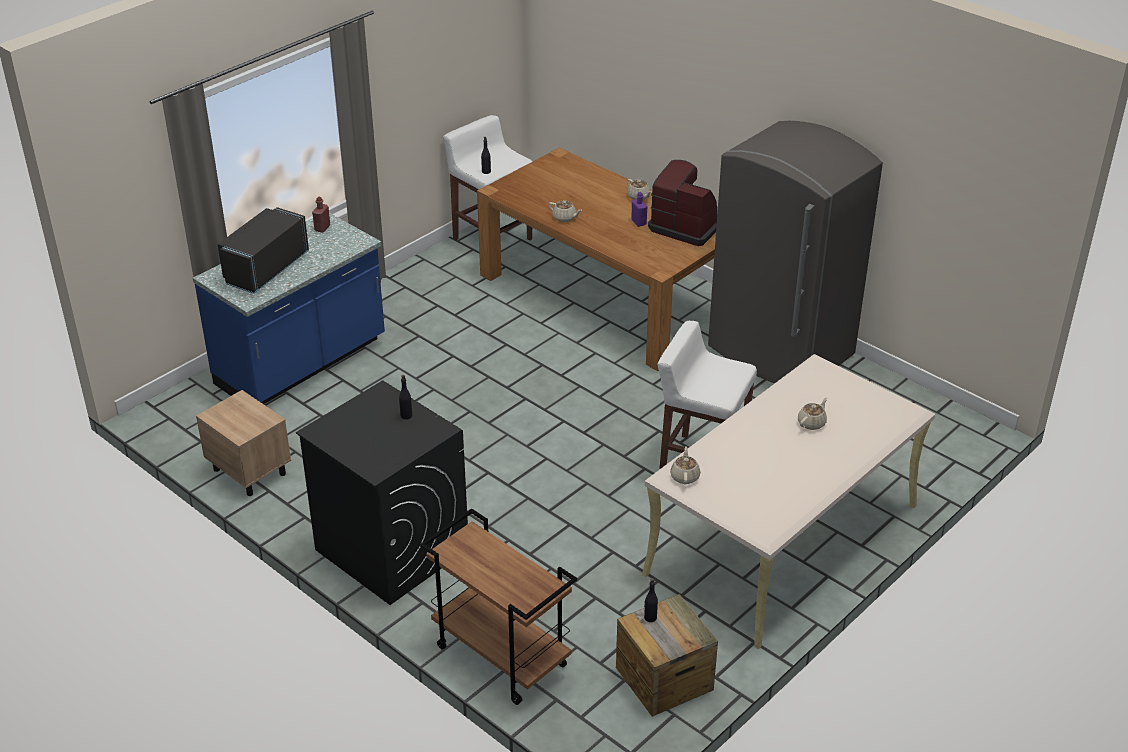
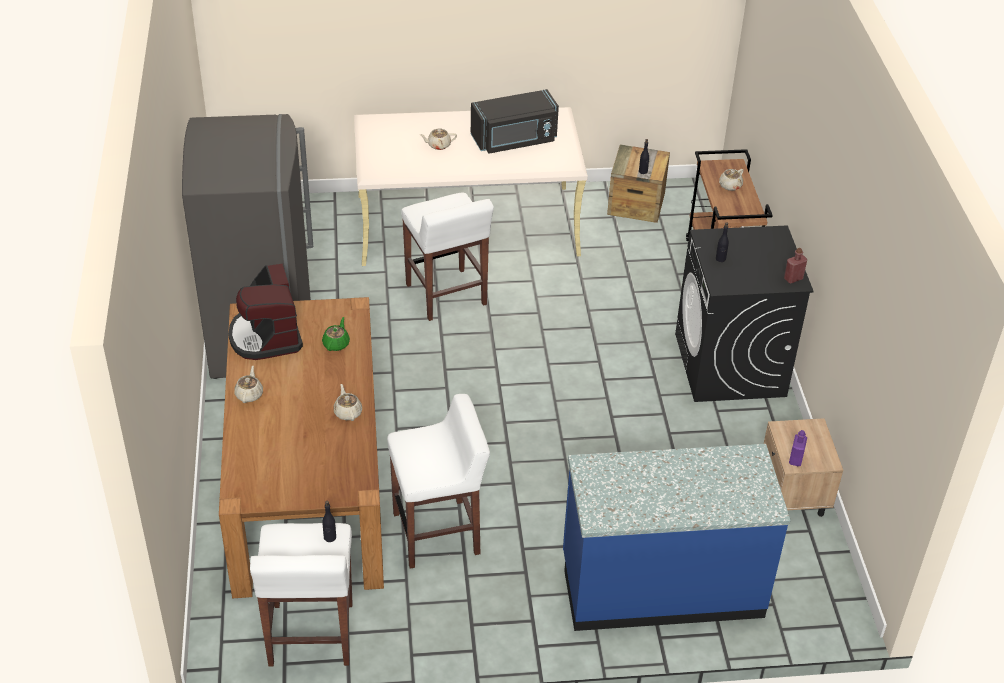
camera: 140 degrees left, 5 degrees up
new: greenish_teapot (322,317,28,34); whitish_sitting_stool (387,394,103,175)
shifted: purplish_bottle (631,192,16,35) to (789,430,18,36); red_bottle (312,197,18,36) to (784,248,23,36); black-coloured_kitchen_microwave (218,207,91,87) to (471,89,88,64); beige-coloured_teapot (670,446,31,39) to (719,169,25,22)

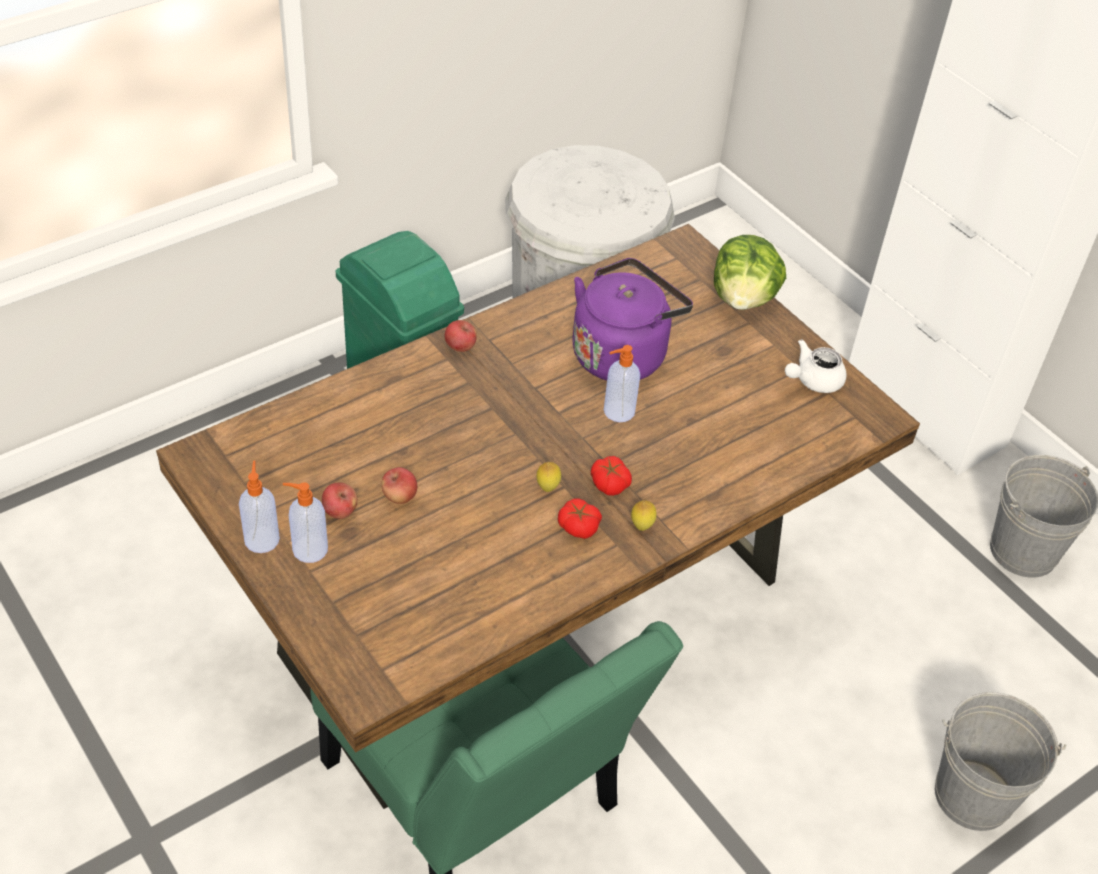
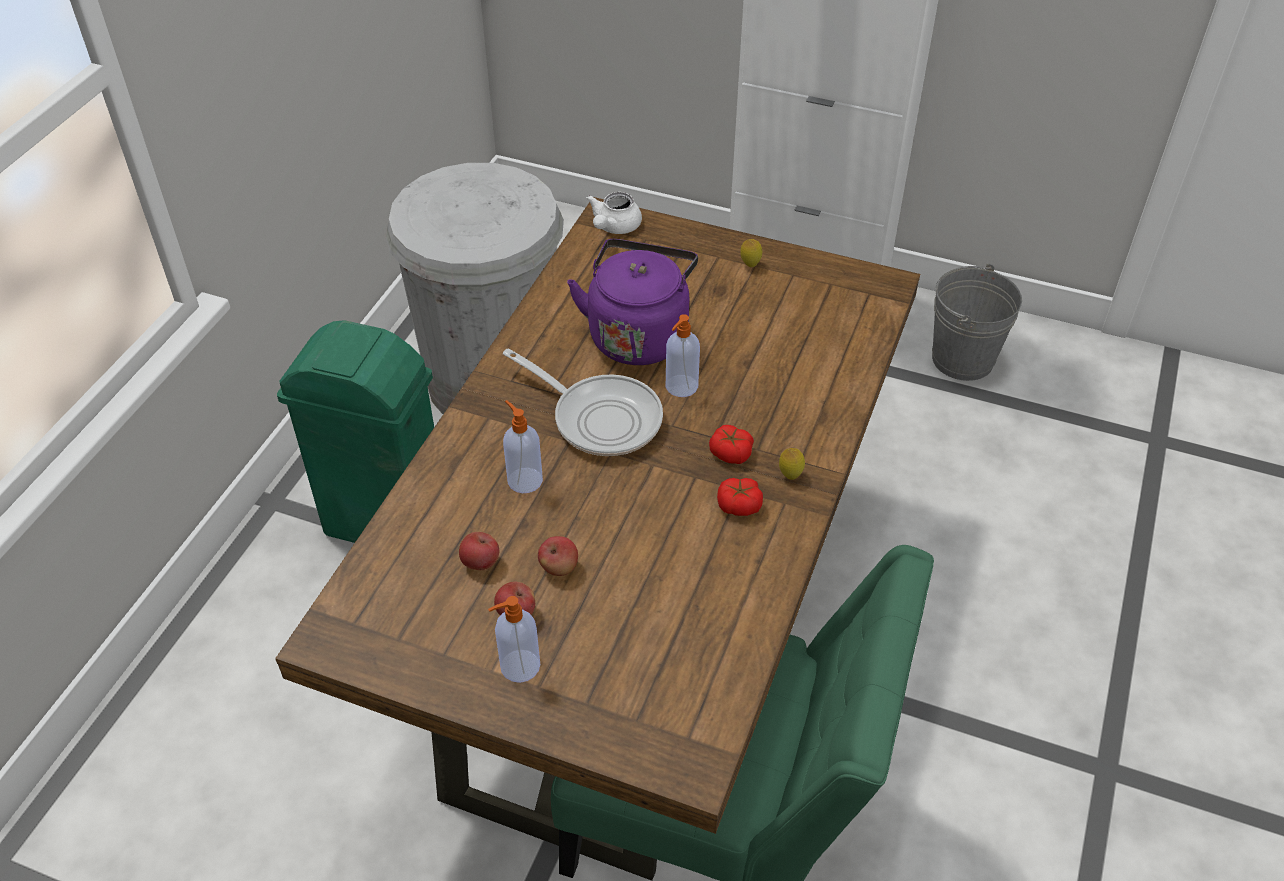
camera: 30 degrees left, 0 degrees up
gone: head_of_lettuce (714,235,72,75); gray_pail (935,692,131,139)
new: skillet (503,348,160,108)
shifted: apple (445,320,32,32) to (459,532,40,38); whitish_teapot (785,339,62,54) to (586,192,56,42); soap_dispenser (239,461,41,92) to (503,400,40,93); lemon (536,462,25,30) to (740,239,22,28)

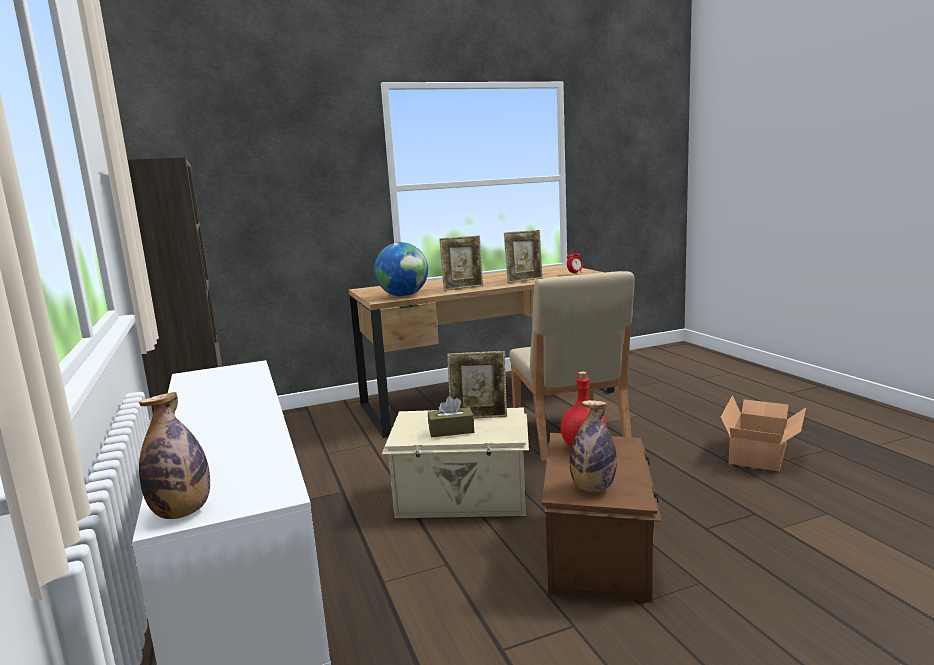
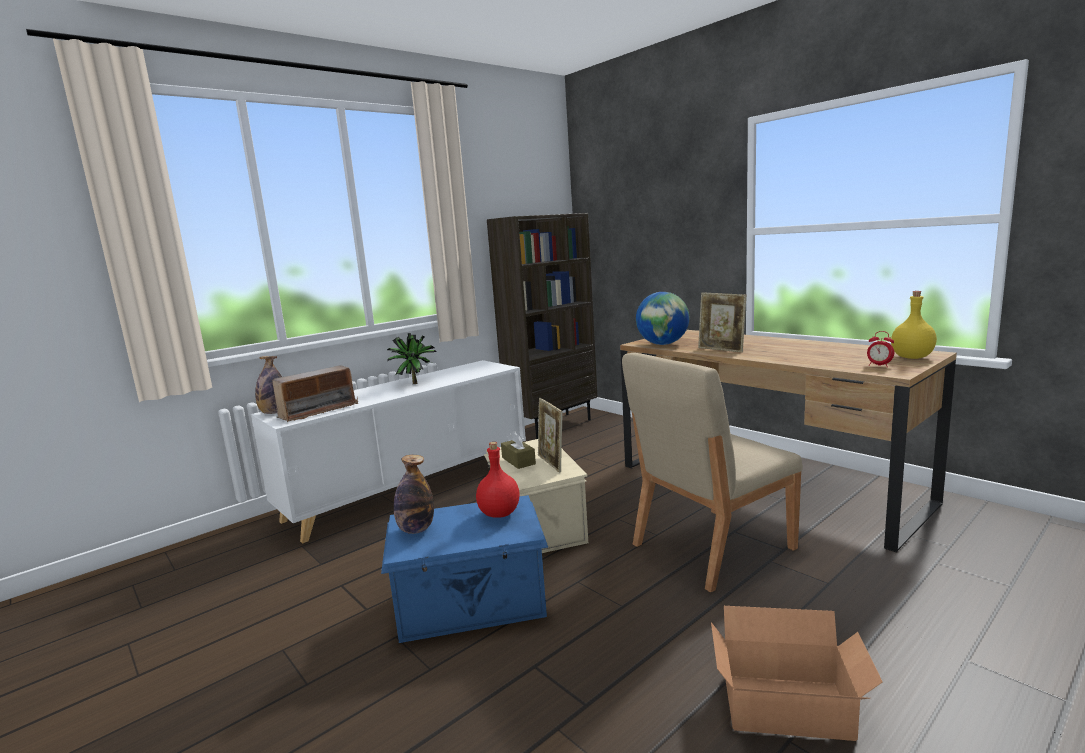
camera: 70 degrees right, 0 degrees up
gone: standing_frame (504,230,39,53)
new: yellowish_bottle (891,291,46,68); houseplant (387,333,49,51); radio (273,365,85,57)
repainted: brown_storage_box (542,433,120,168) to blue_storage_box (381,495,167,148)

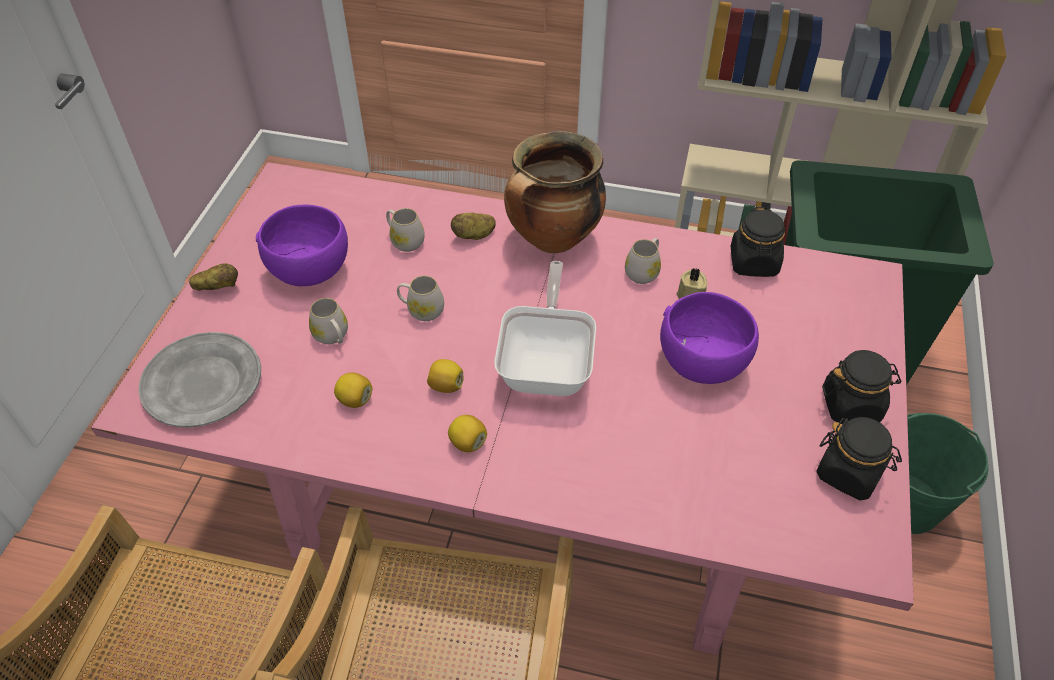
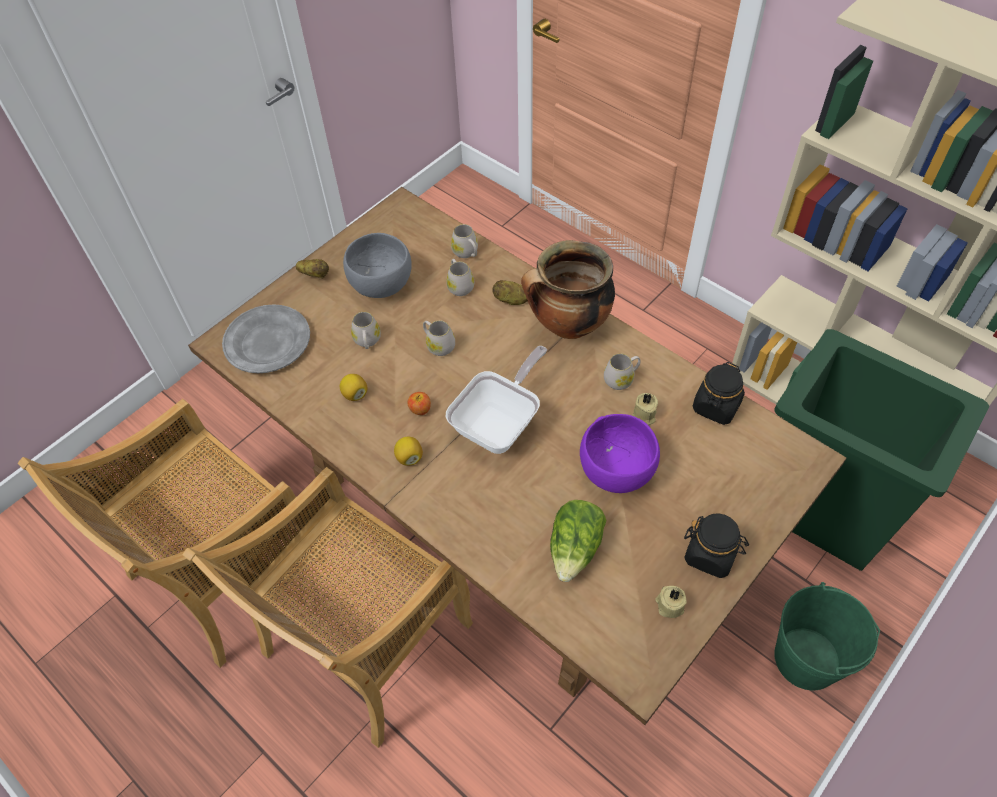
camera: 30 degrees right, 5 degrees up
new: whitish_mug (451,224,27,34); head_of_lettuce (550,500,57,82)
swapped: lemon (427,359,36,34) to apple (408,392,23,23); black-coloured_preserve_jar (817,417,85,83) to beige-coloured_candle (655,586,32,32)
repainted: pink_dinner_table (91,162,823,493) to brown_dinner_table (188,187,658,538); purplish_serving_bowl (256,205,92,81) to gray_serving_bowl (343,233,69,65)

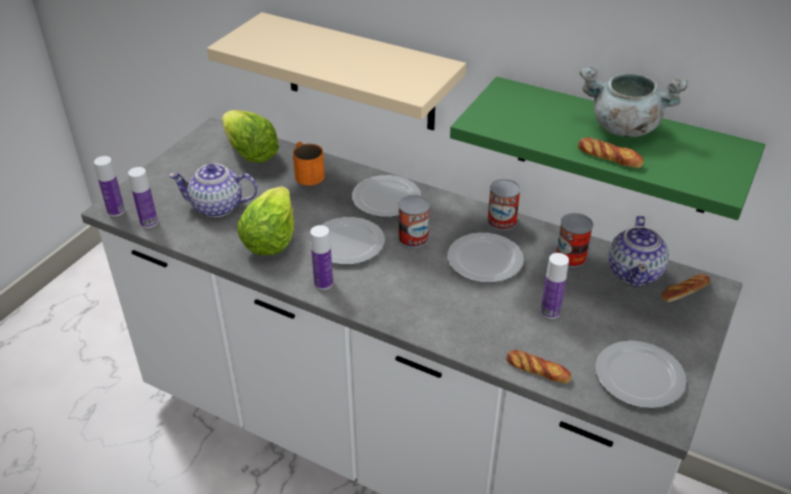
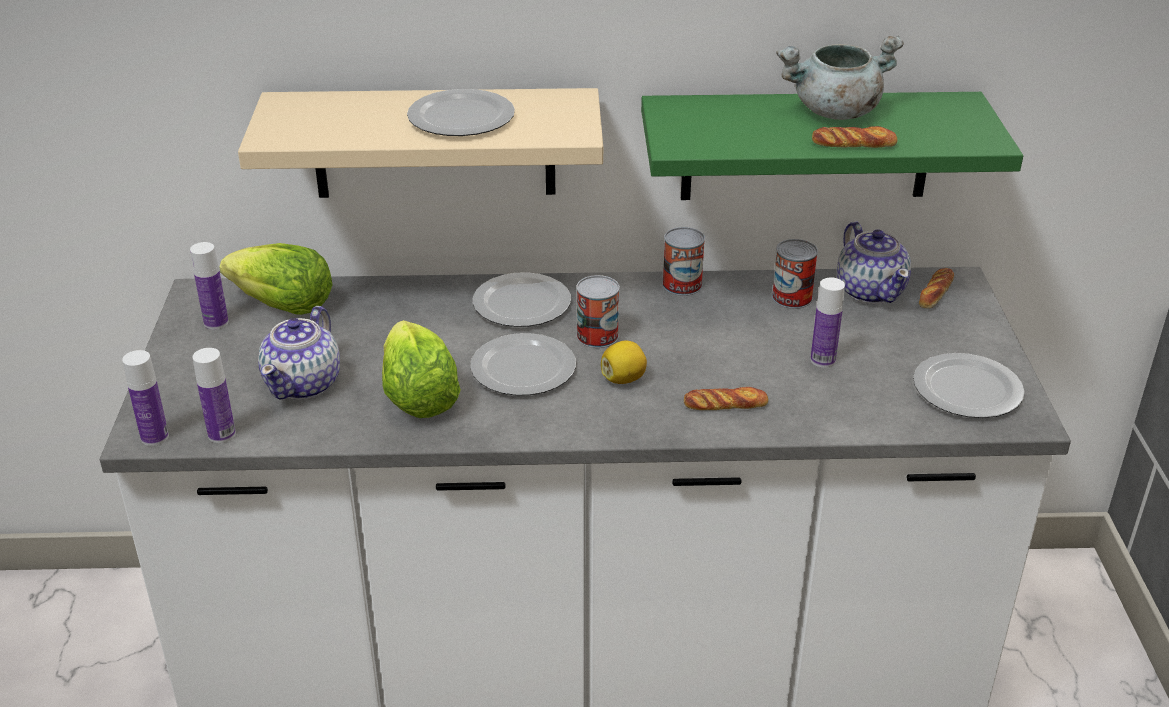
camera: 30 degrees left, 5 degrees down
gone: orangey_mug (293,142,32,44)
new: lemon (601,340,46,44)
shifted: bottle (310,225,23,65) to (190,242,39,88); plate (447,233,77,50) to (407,89,108,47); bread (506,350,65,34) to (684,387,84,23)
rotated: teapot (169,164,89,53) = (258,306,82,94) 45 degrees counterclockwise

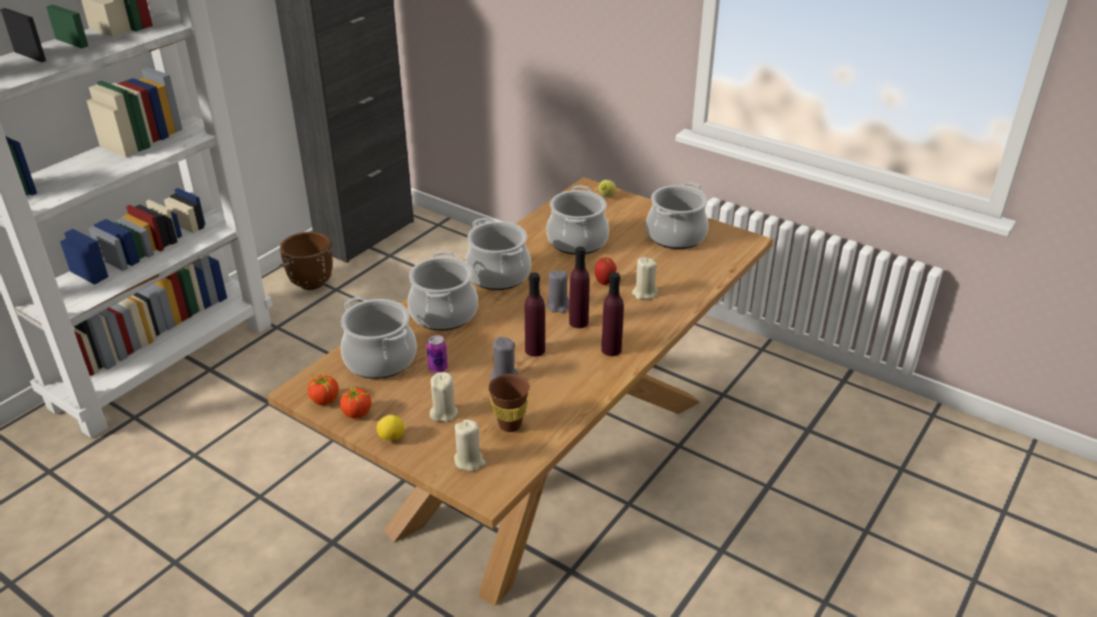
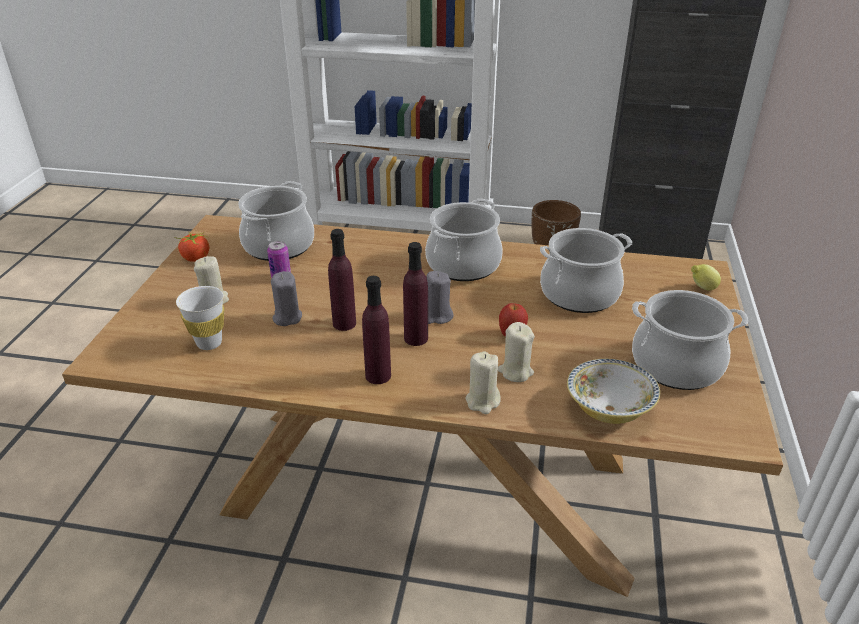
camera: 65 degrees right, 0 degrees up
gone: cooking_pot (408,251,70,80); tomato (308,369,31,36); lemon (377,415,27,26)
new: serving_bowl (567,359,93,65)
shifted: beige-coloured_candle (454,419,32,53) to (465,351,36,63)
repainted: brown_cup (488,374,42,58) to whitish_cup (176,286,48,64)

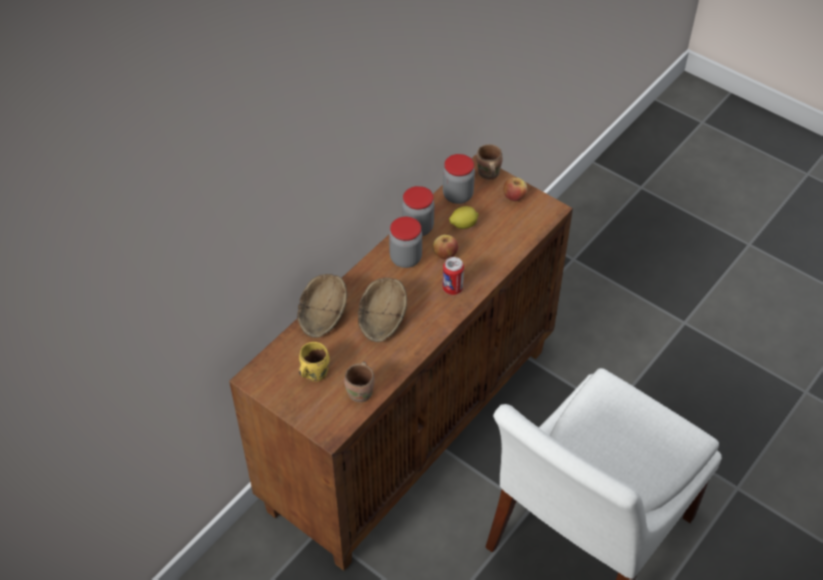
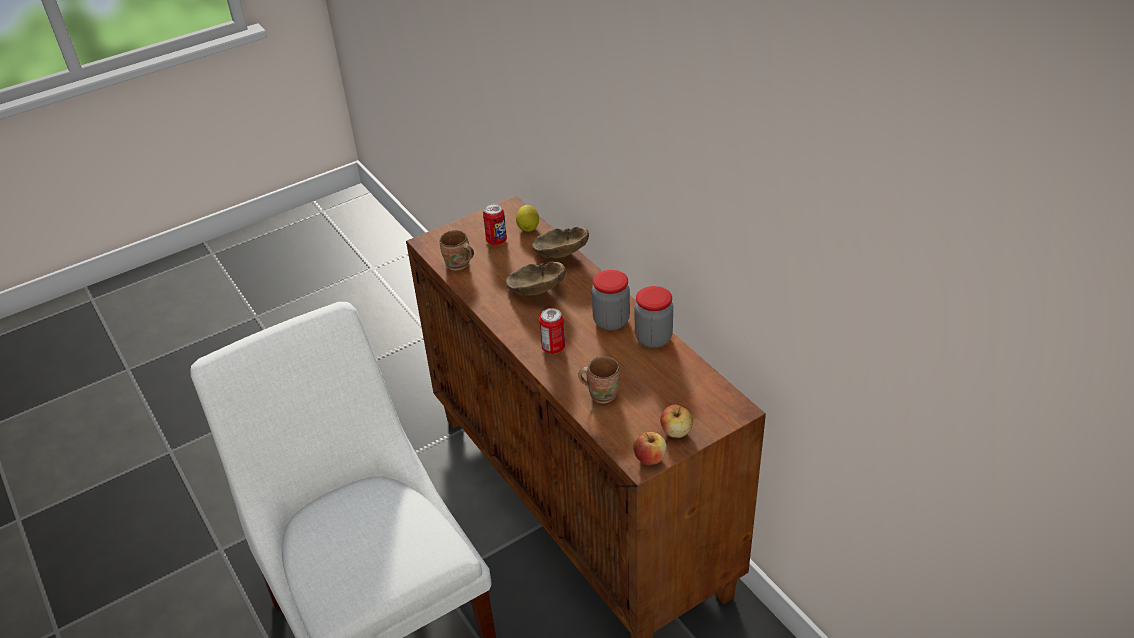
camera: 110 degrees right, 10 degrees down
gone: preserve_jar (443,154,32,50)
shifted: brown_mug (476,144,27,36) to (578,356,42,48); lemon (449,206,30,23) to (516,205,23,27); apple (433,235,25,25) to (633,432,34,33)
swapped: yellowish_mug (299,342,31,40) to can (483,204,24,41)

